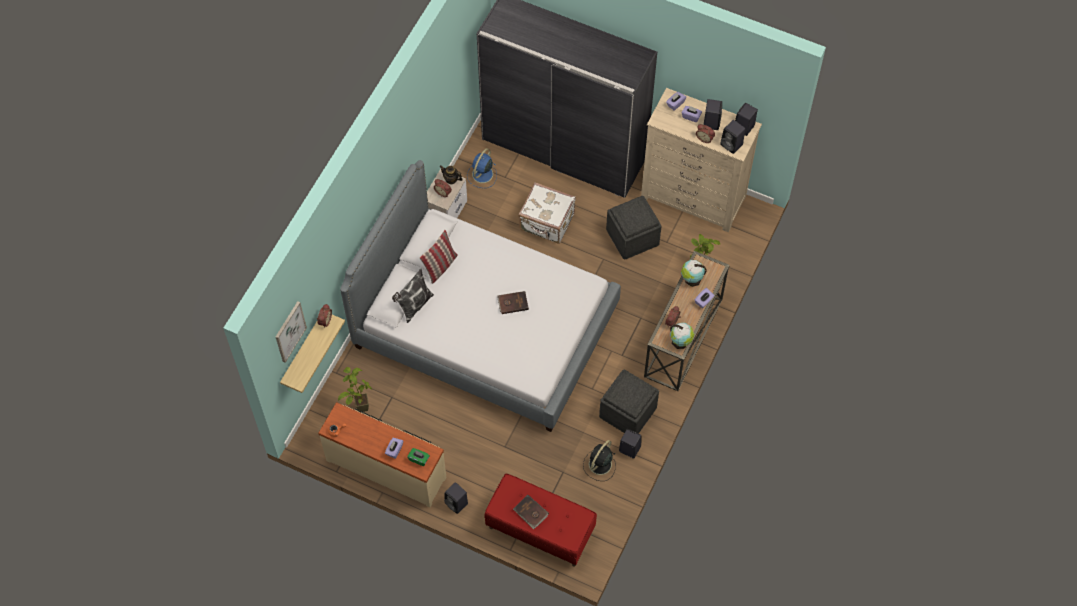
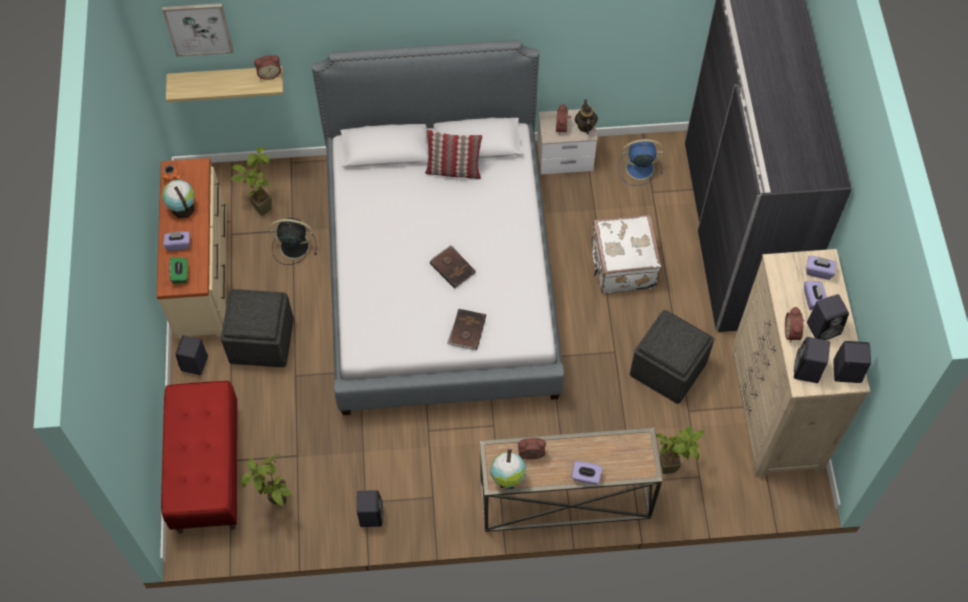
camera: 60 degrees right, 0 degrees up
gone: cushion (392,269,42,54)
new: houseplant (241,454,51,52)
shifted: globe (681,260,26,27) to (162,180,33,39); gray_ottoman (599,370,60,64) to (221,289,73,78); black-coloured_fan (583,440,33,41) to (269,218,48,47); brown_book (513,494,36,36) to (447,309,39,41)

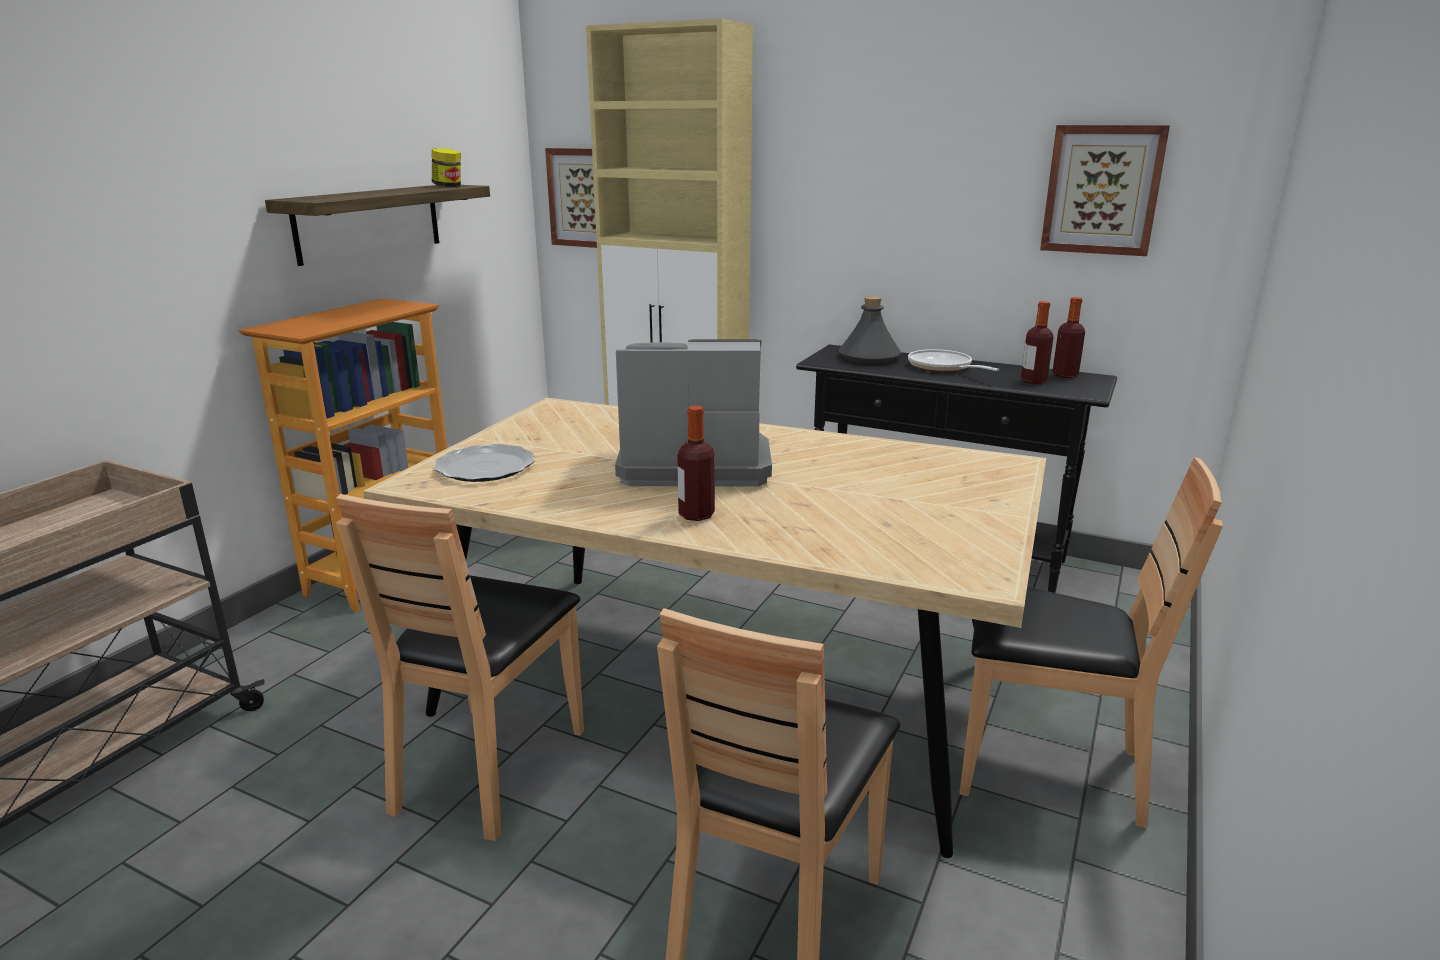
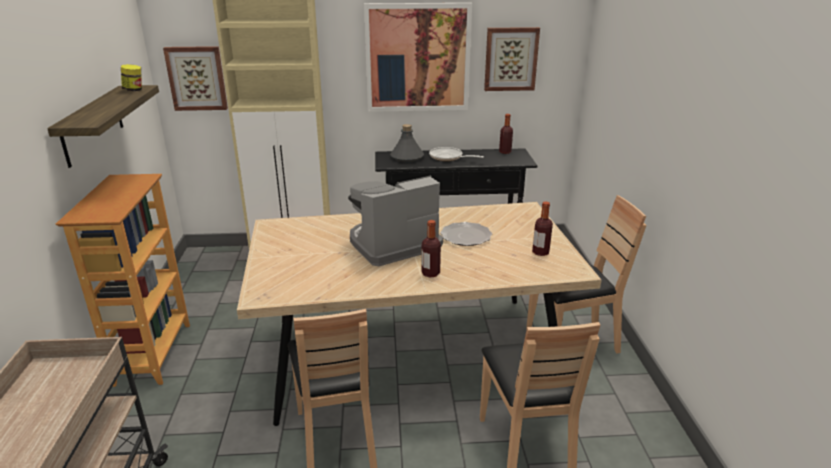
camera: 30 degrees left, 5 degrees up
new: picture (364,3,108,109)
shifted: bottle (1021,301,33,83) to (532,201,21,55); plate (434,444,100,38) to (440,222,52,24)

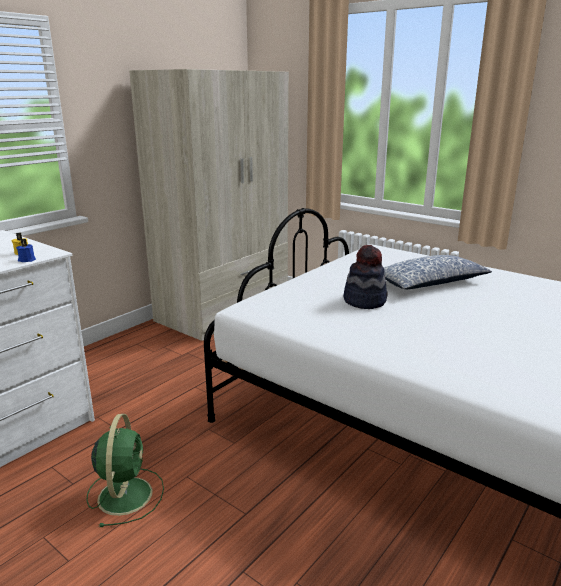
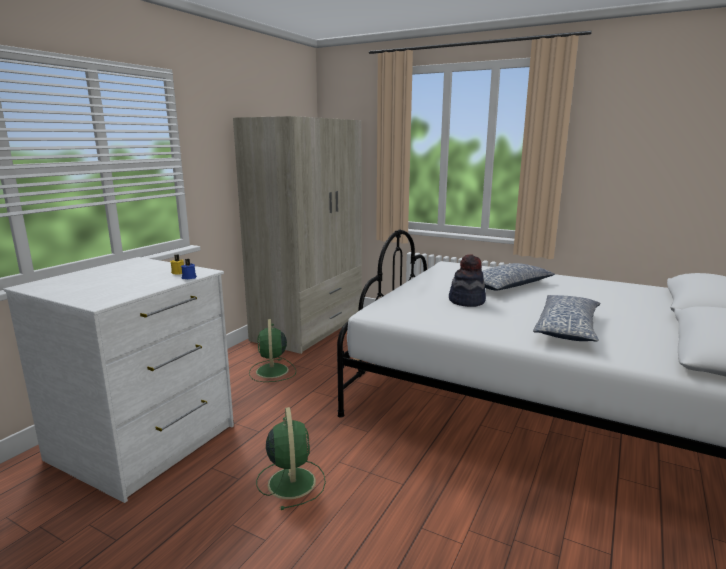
camera: 10 degrees left, 5 degrees down
new: cushion (533,295,67,47); greenish_fan (249,319,47,63)

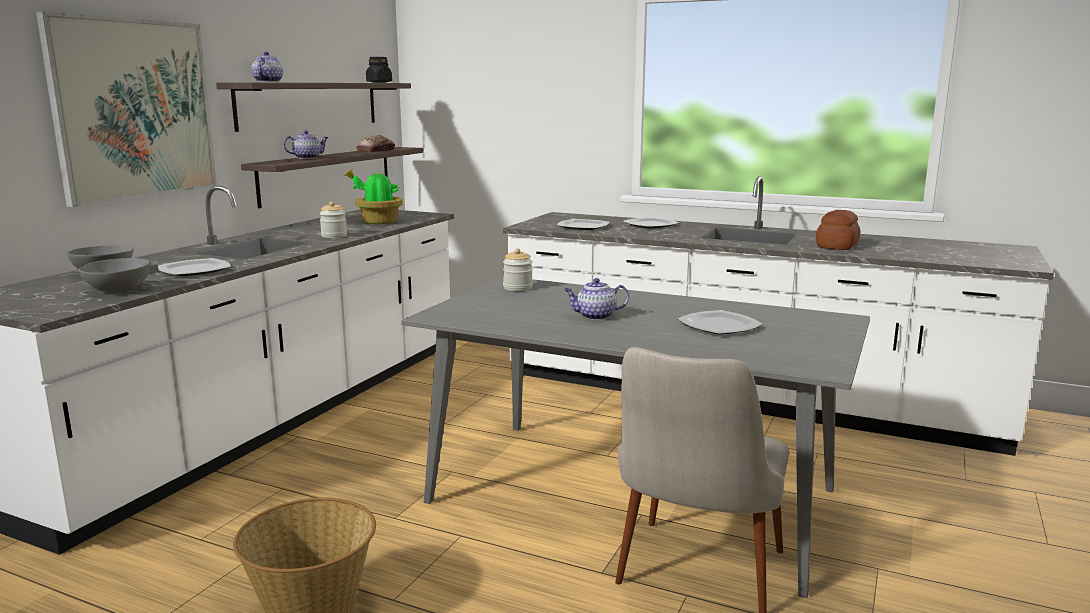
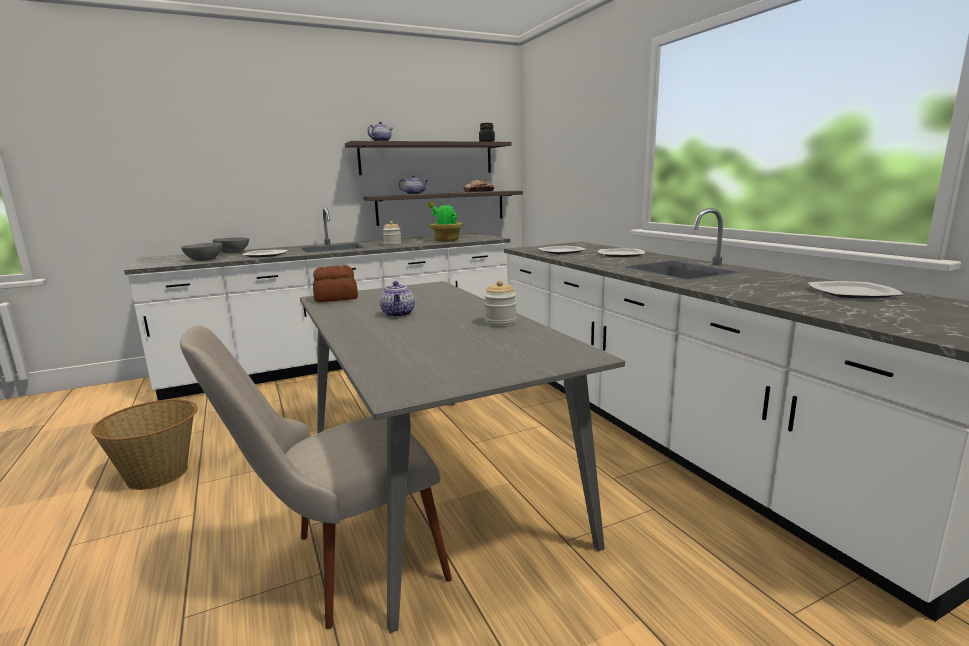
camera: 40 degrees right, 0 degrees up
gone: picture (36,11,181,196)
shifted: bread (816,210,44,40) to (313,265,45,38); preserve_jar (503,248,30,43) to (484,280,32,47); plate (677,310,86,25) to (808,281,96,17)
rotated: teapot (564,278,65,42) = (380,281,35,36) 135 degrees counterclockwise

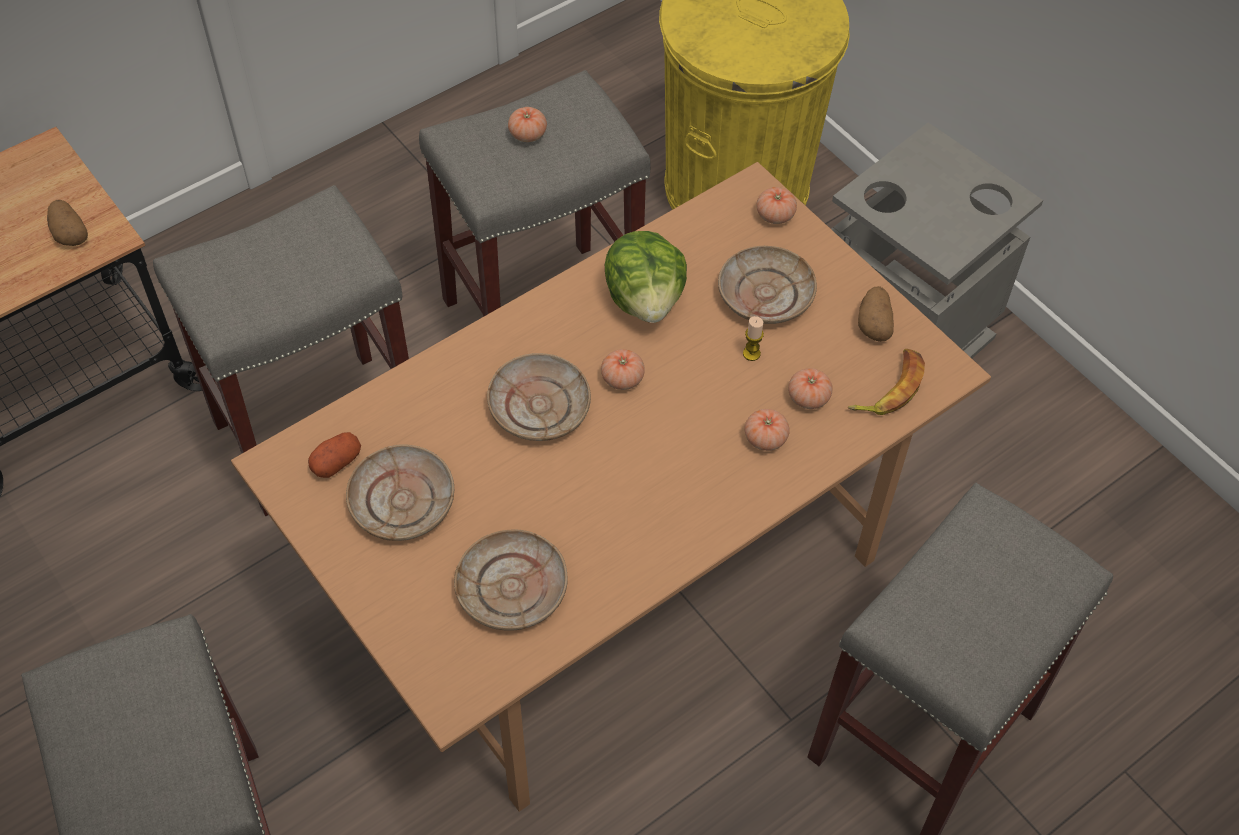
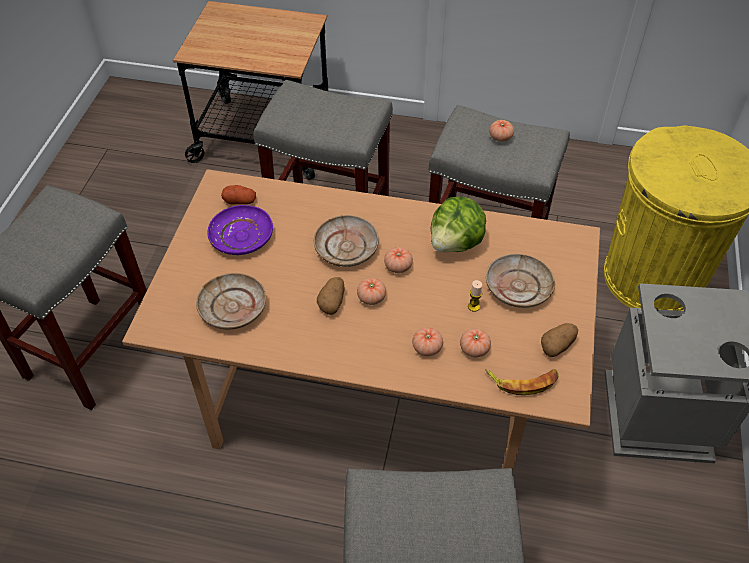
camera: 50 degrees right, 5 degrees down
shifted: tomato (756,187,41,37) to (357,278,29,27); potato (47,200,41,46) to (317,277,27,38)
repainted: beige-coloured_plate (346,444,108,97) to purplish_plate (207,205,66,50)

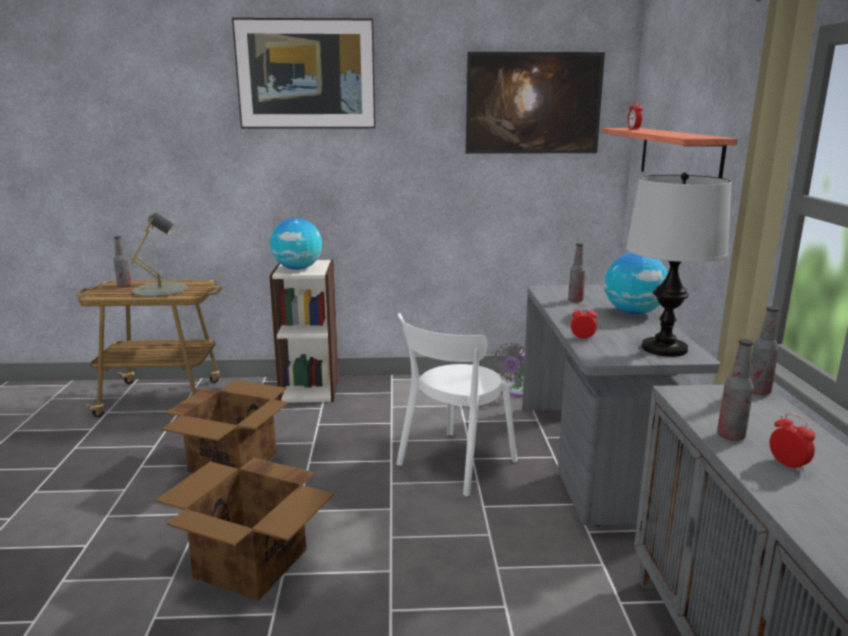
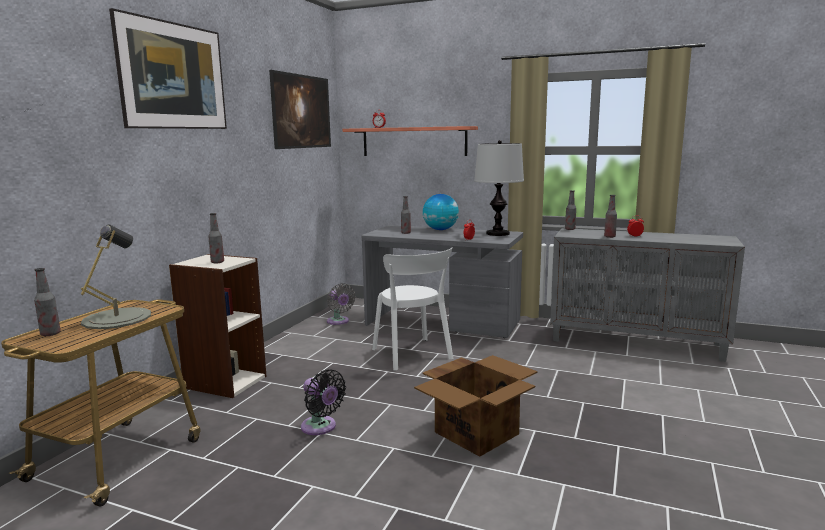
camera: 65 degrees left, 5 degrees down
swapped: globe (270,218,52,52) to bottle (208,213,16,50); packing_box (161,380,127,93) to black-coloured_fan (301,369,45,66)

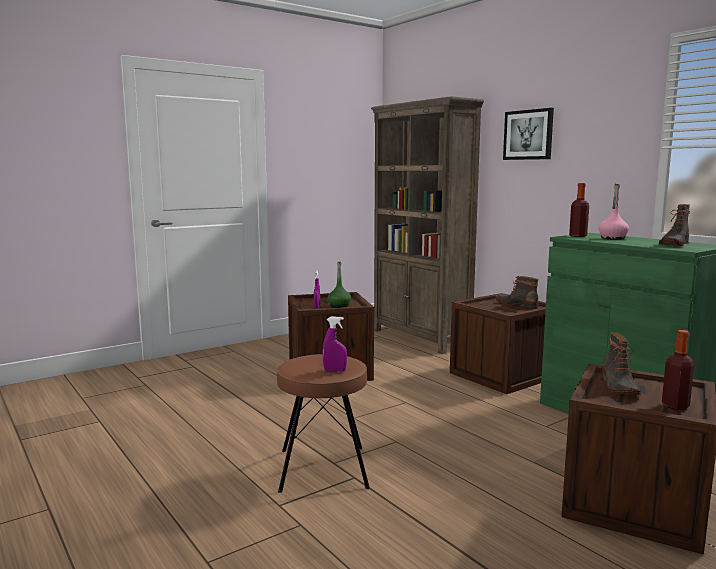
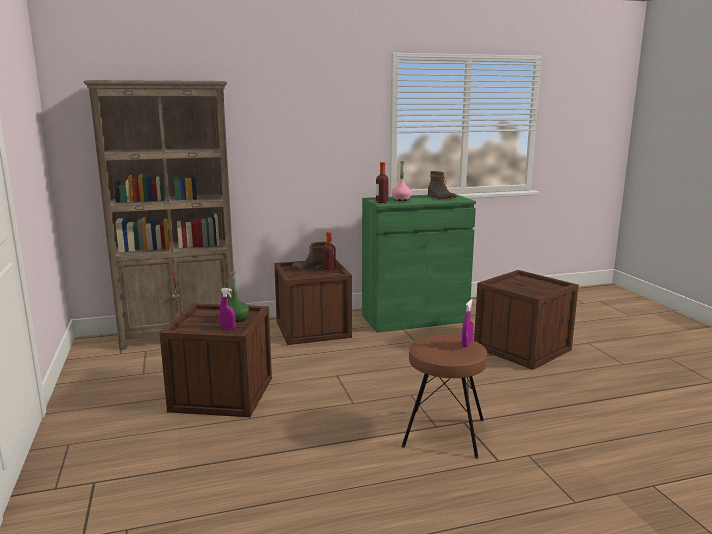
camera: 70 degrees left, 5 degrees up
gone: picture (503,108,51,52); high-top_boot (601,332,40,63)
shifted: bottle (662,330,33,80) to (323,232,13,40)

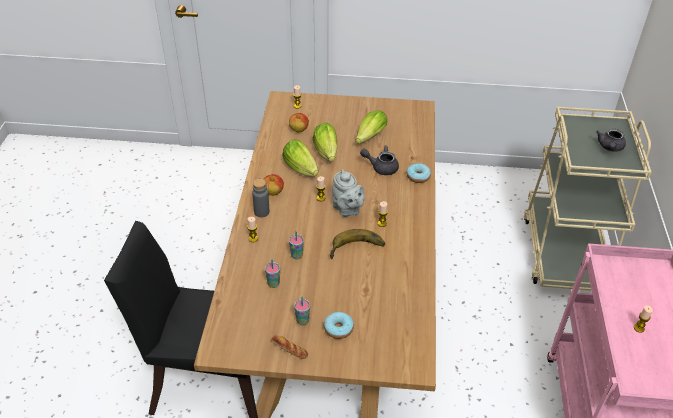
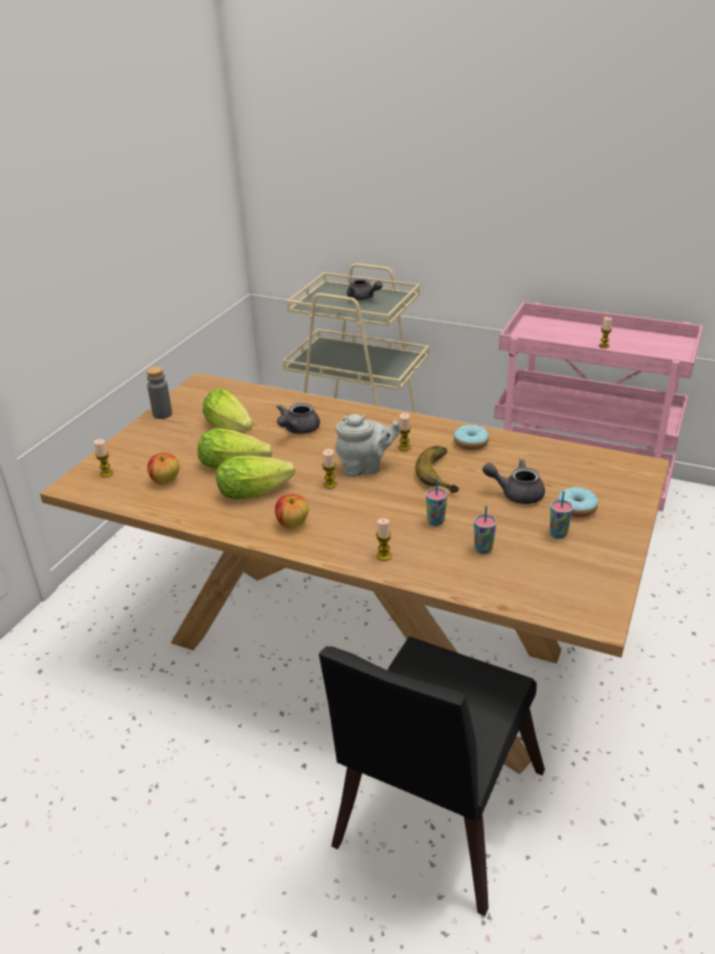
camera: 70 degrees left, 10 degrees down
gone: bread (272,335,36,24)
new: gray_teapot (482,459,63,45)
shifted: doughnut (407,163,24,20) to (454,425,35,25); gray_bottle (252,179,18,38) to (146,366,26,53)

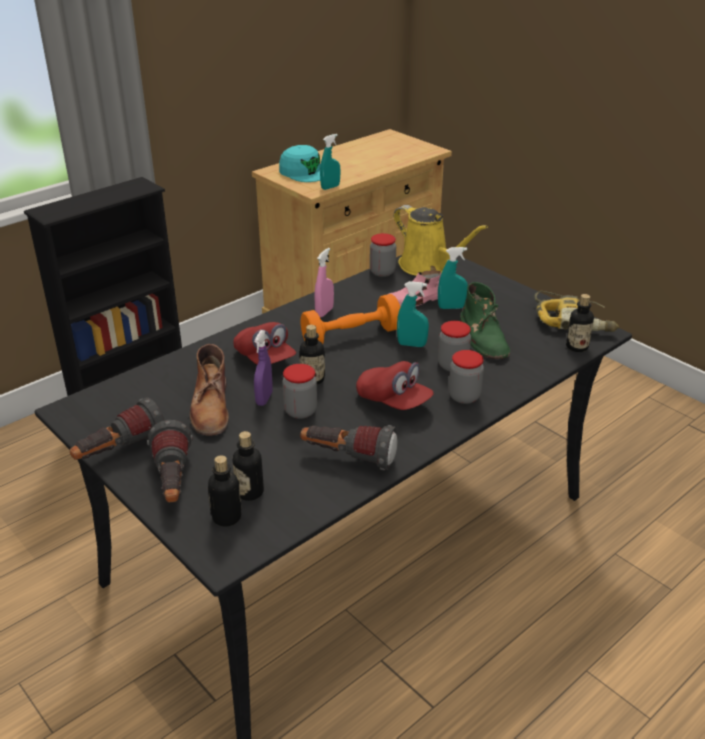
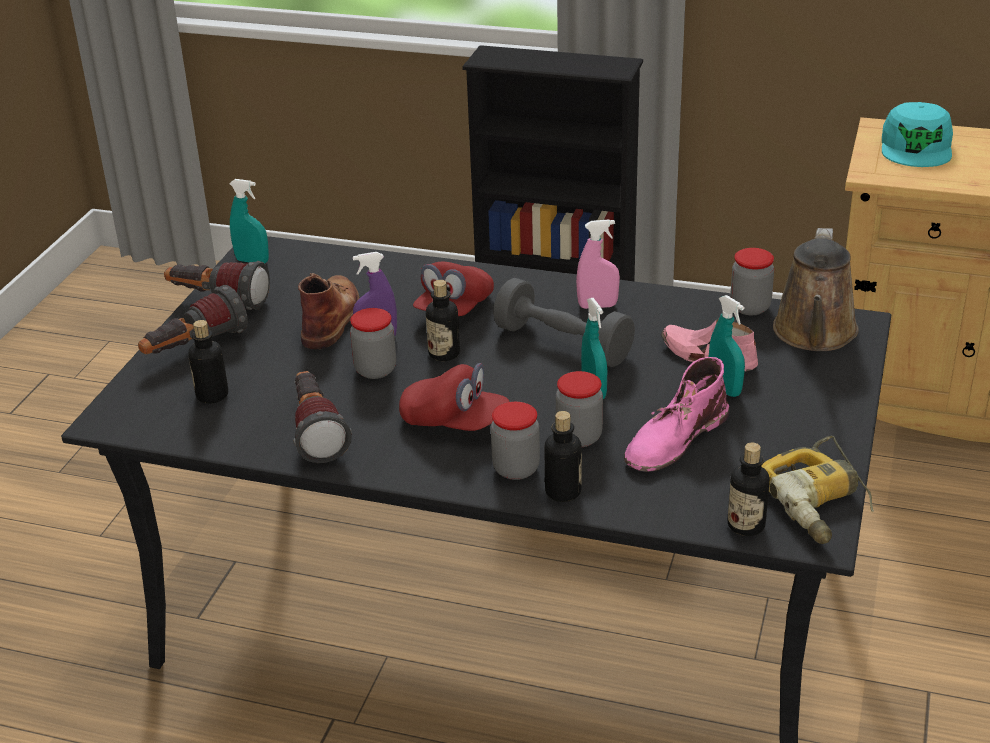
camera: 60 degrees right, 0 degrees up
shifted: turquoise_sprayer (320,134,20,56) to (229,179,40,84); bottle (208,455,33,71) to (545,411,37,91)
repainted: yellowish_watering_can (394,205,94,71) to brown_watering_can (773,228,86,123); greenish_high-top_boot (460,282,50,77) to pink_high-top_boot (624,357,105,115); orangey_hand_weight (300,294,100,50) to gray_hand_weight (493,278,142,89)
rotated: brown_high-top_boot (190,344,39,92) = (298,273,61,76) 135 degrees clockwise; red_peaked_cap (356,361,78,49) = (399,363,111,68) 75 degrees counterclockwise

